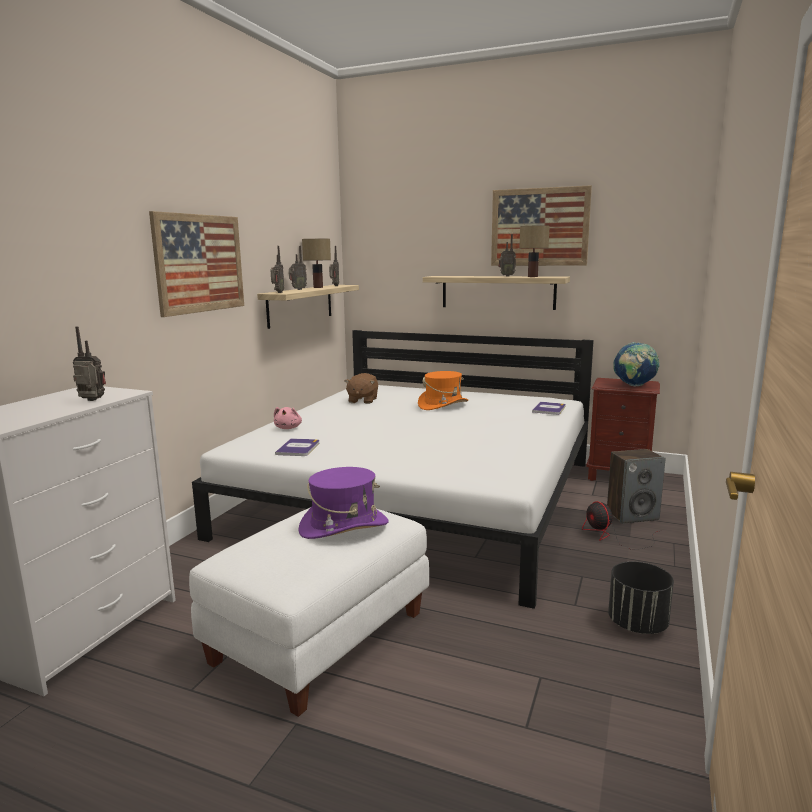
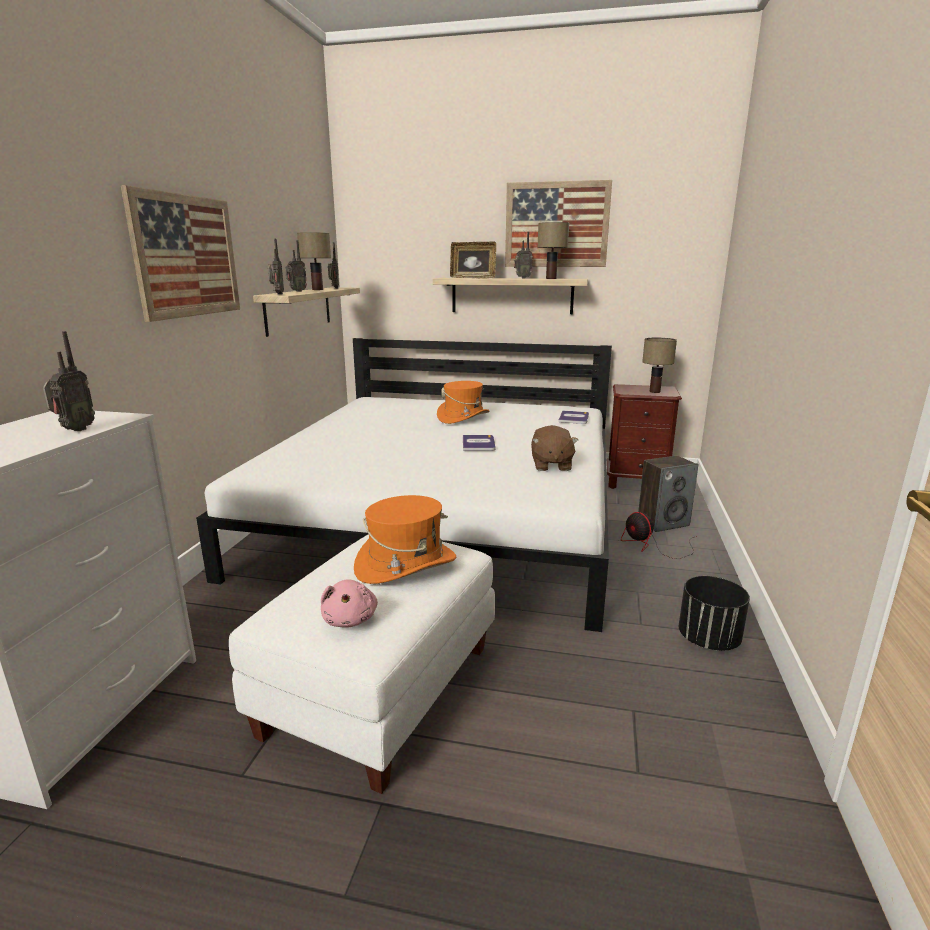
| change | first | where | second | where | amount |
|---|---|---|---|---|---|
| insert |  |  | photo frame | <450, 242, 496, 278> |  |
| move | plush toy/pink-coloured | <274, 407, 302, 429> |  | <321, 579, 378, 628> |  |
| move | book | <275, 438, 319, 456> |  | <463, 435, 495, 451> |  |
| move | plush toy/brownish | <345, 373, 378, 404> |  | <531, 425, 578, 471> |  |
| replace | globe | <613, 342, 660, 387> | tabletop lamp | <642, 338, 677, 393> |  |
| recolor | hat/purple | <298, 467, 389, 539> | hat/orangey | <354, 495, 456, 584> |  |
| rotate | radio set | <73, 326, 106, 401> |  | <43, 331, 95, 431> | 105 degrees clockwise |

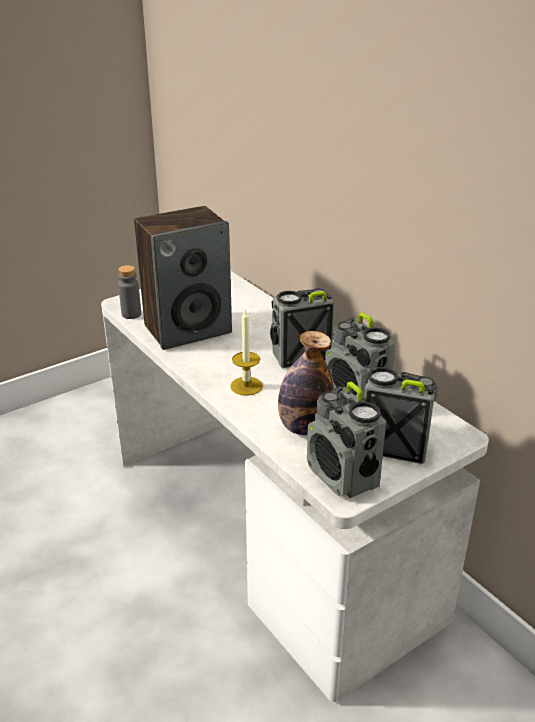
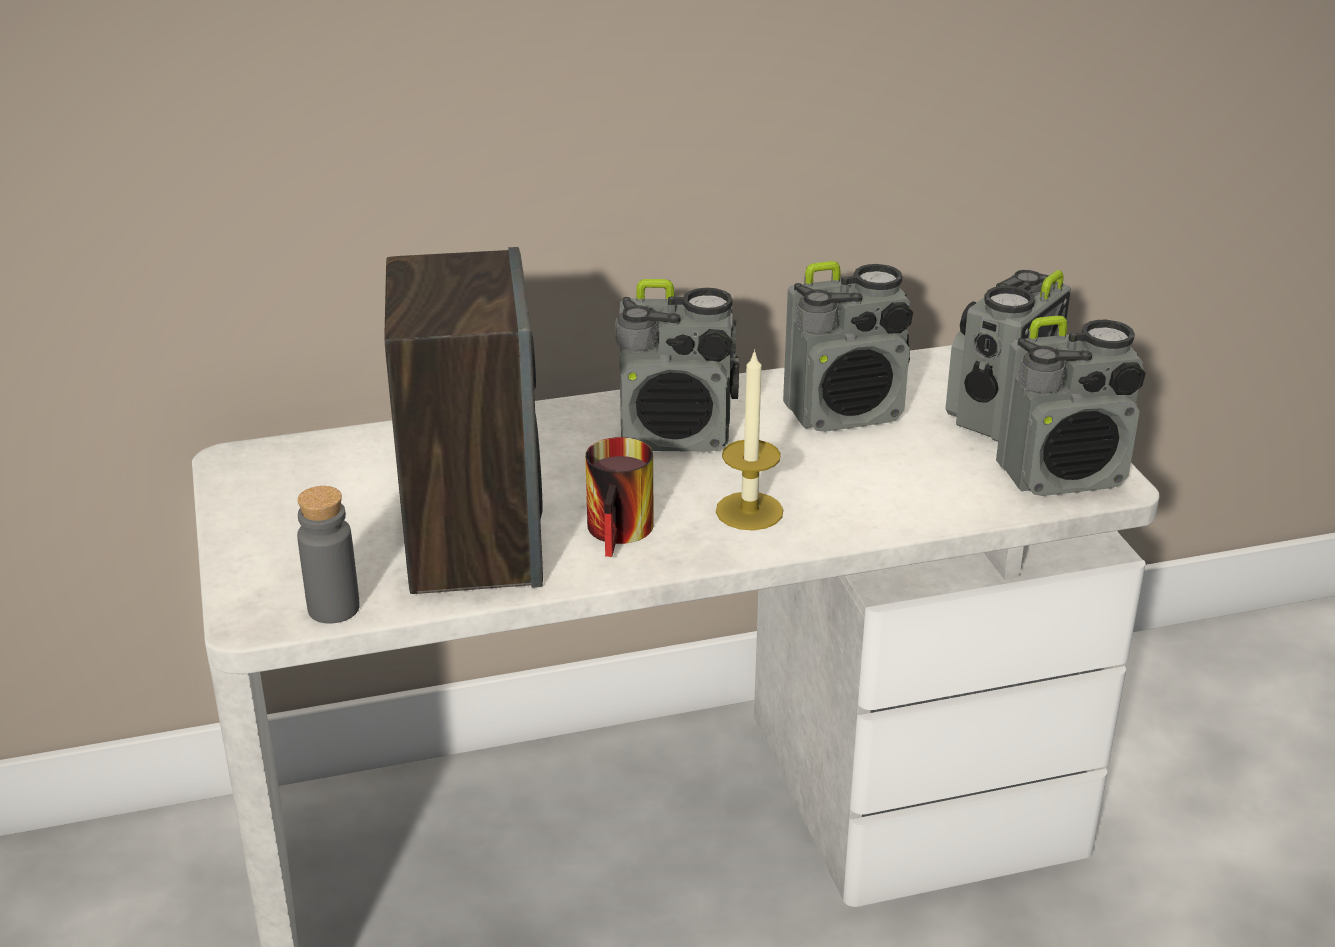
| change | first | where | second | where | amount |
|---|---|---|---|---|---|
| delete | beverage bottle | <278, 331, 334, 435> |  |  |  |
| insert |  |  | mug | <585, 437, 654, 557> |  |
| rotate | radio set | <270, 288, 335, 368> |  | <615, 279, 739, 452> | 90 degrees counterclockwise |

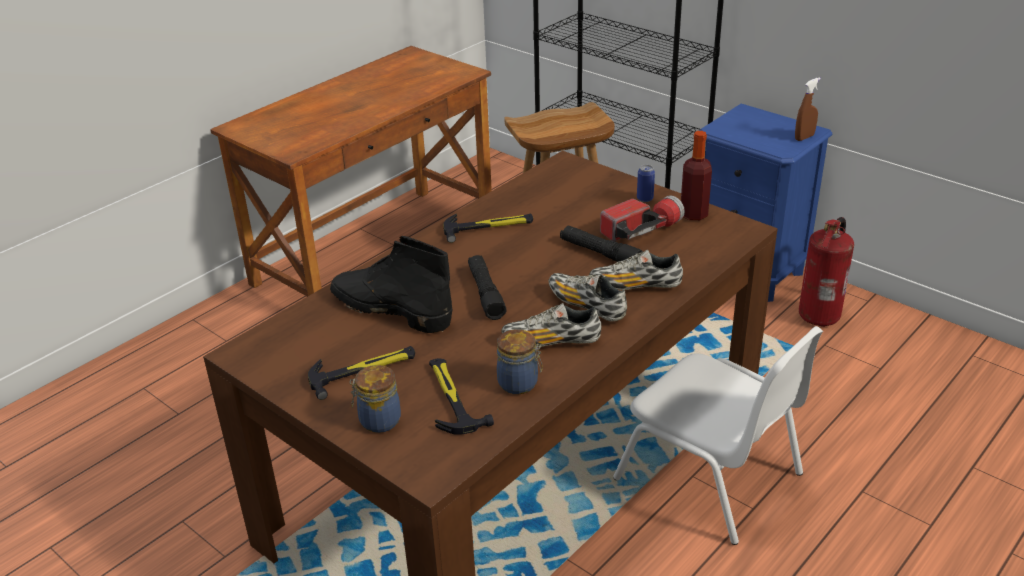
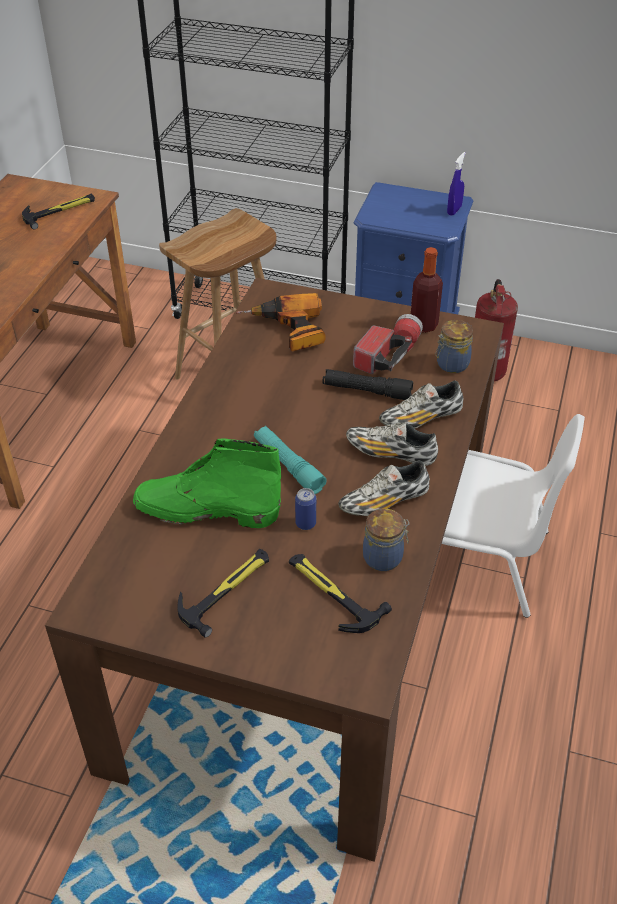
| change | first | where | second | where | amount |
|---|---|---|---|---|---|
| insert |  |  | power drill | <236, 293, 325, 351> |  |
| move | preserve jar | <350, 365, 401, 433> |  | <435, 320, 473, 373> |  |
| move | tool hammer | <443, 214, 533, 243> |  | <22, 194, 95, 230> |  |
| move | can | <637, 165, 655, 202> |  | <295, 488, 316, 530> |  |
| recolor | boot/blackish | <330, 236, 452, 333> | boot/green-coloured | <133, 439, 281, 528> |  |
| recolor | flashlight/blackish | <468, 255, 507, 320> | flashlight/blue-green | <254, 426, 327, 494> |  |
| recolor | sprayer/brownish | <795, 77, 821, 141> | sprayer/blue-coloured | <447, 152, 466, 216> |  |

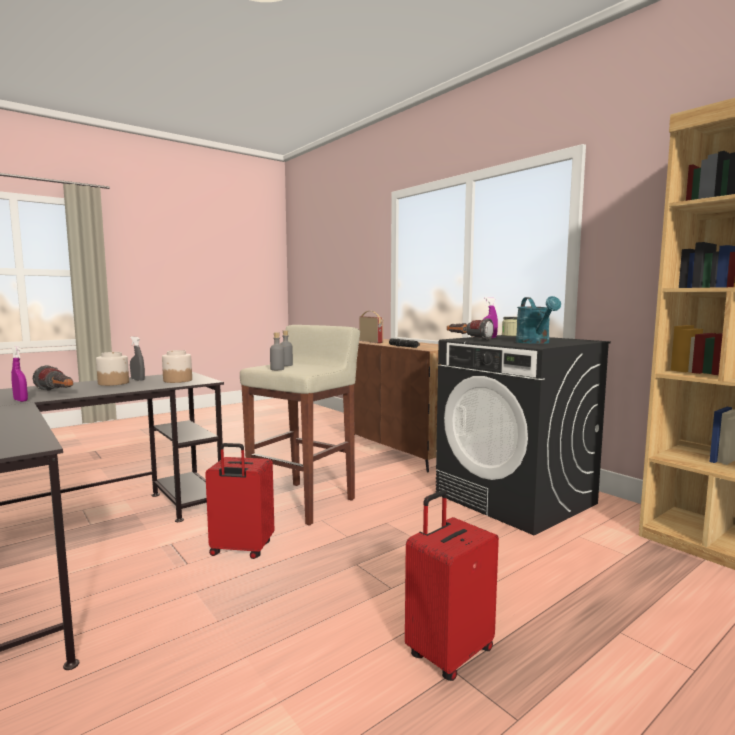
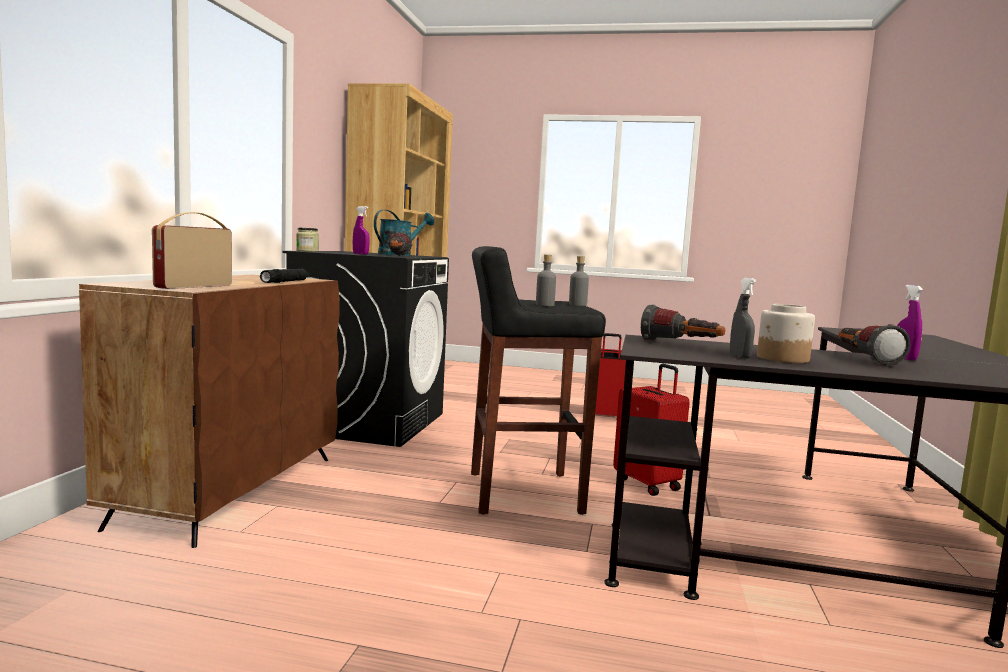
| change | first | where | second | where | amount |
|---|---|---|---|---|---|
| replace | preserve jar | <162, 350, 192, 383> | flashlight | <641, 304, 725, 341> |  |
| recolor | stool/sand-coloured | <240, 325, 360, 525> | stool/blackish | <471, 246, 606, 515> |  |

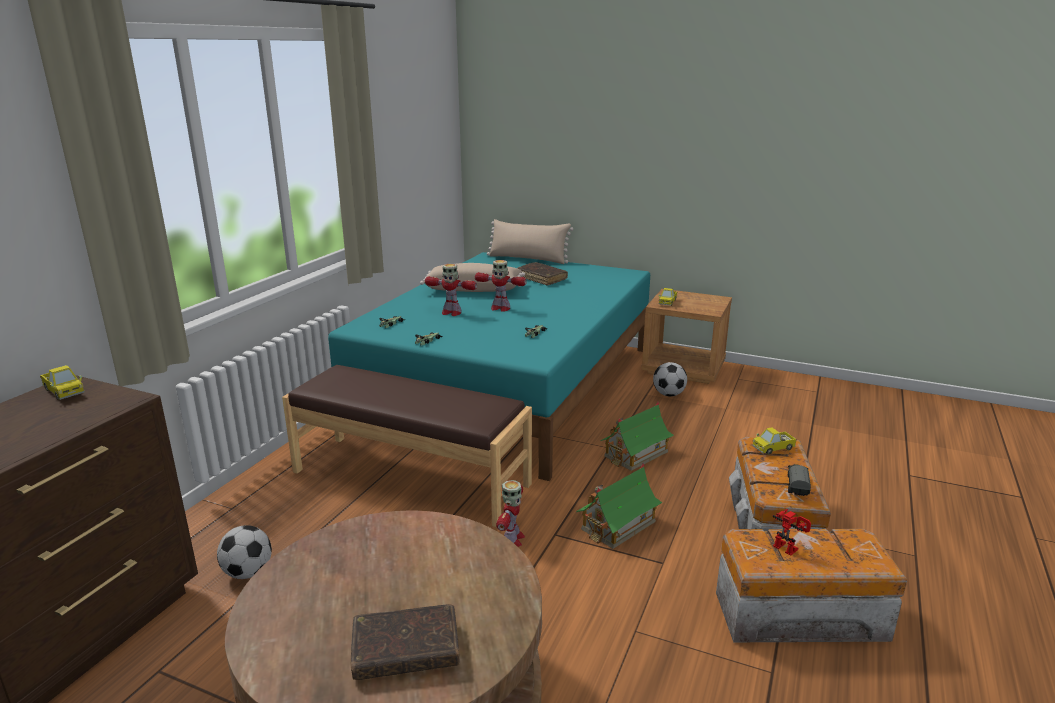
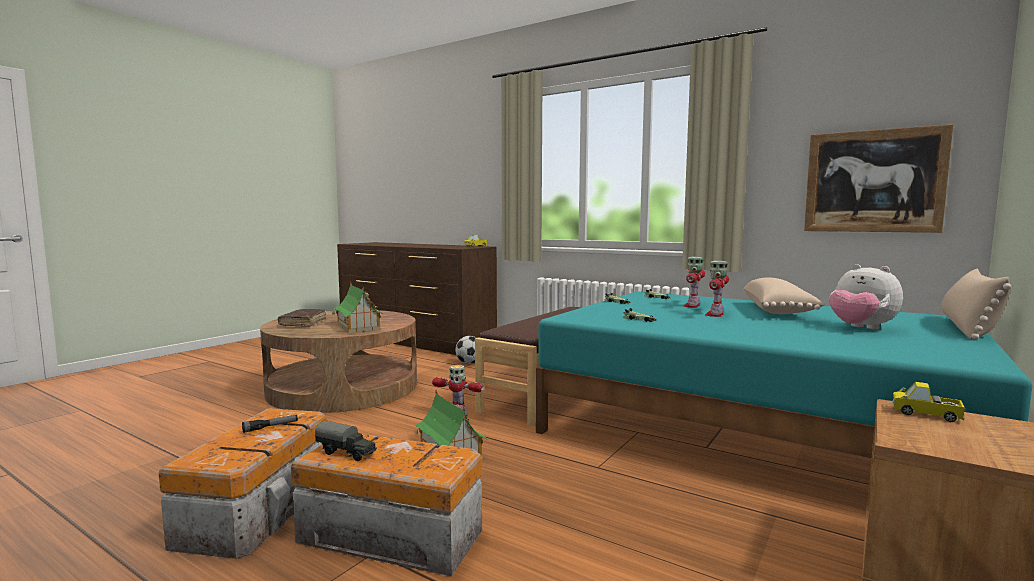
| change | first | where | second | where | amount |
|---|---|---|---|---|---|
| delete | football ball | <653, 362, 687, 396> |  |  |  |
| delete | model truck | <752, 427, 797, 455> |  |  |  |
| insert |  |  | wall picture | <804, 124, 953, 233> |  |
| move | model house | <600, 402, 674, 471> |  | <331, 281, 383, 333> |  |
| replace | book/brownish | <517, 262, 568, 286> | plush toy | <829, 264, 903, 330> |  |
| replace | robot figure | <772, 509, 811, 556> | flashlight | <242, 415, 298, 433> |  |

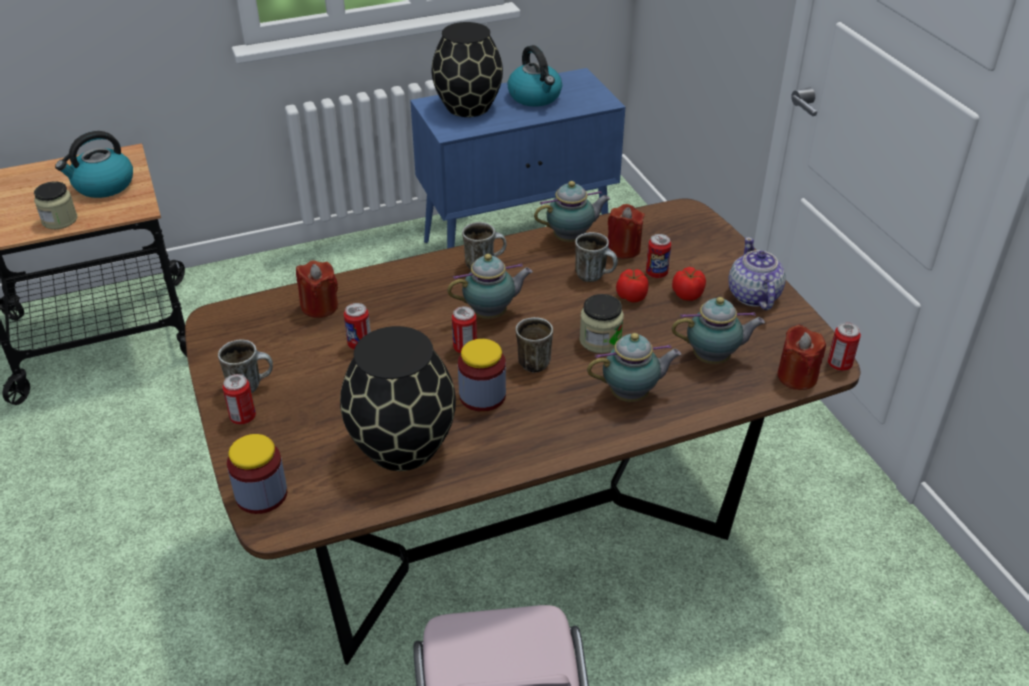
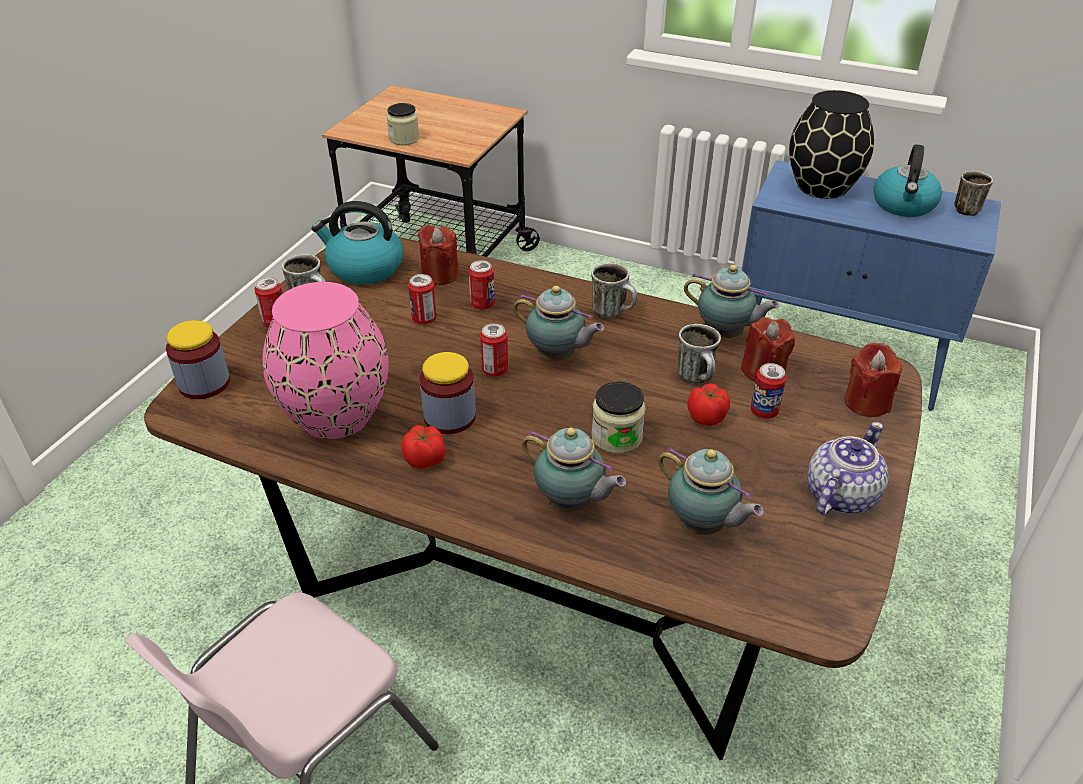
| change | first | where | second | where | amount |
|---|---|---|---|---|---|
| move | tea kettle | <55, 131, 133, 198> |  | <311, 201, 403, 284> |  |
| move | mug | <515, 317, 553, 372> |  | <954, 171, 993, 216> |  |
| move | tomato | <672, 267, 706, 301> |  | <401, 425, 446, 469> |  |
| move | wax candle/red | <777, 325, 826, 390> |  | <845, 343, 902, 417> |  |
| move | can | <828, 323, 861, 371> |  | <469, 260, 495, 310> |  |
| recolor | flower vase/blackish | <340, 326, 456, 471> | flower vase/pink-coloured | <263, 282, 389, 439> |  |

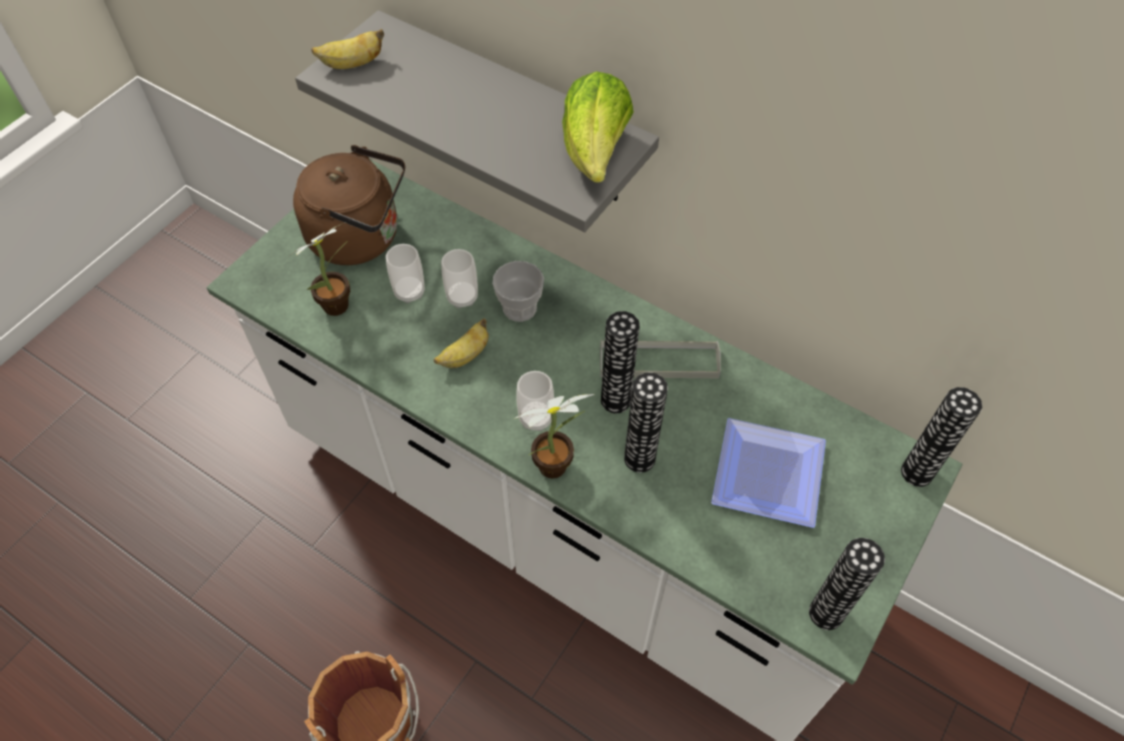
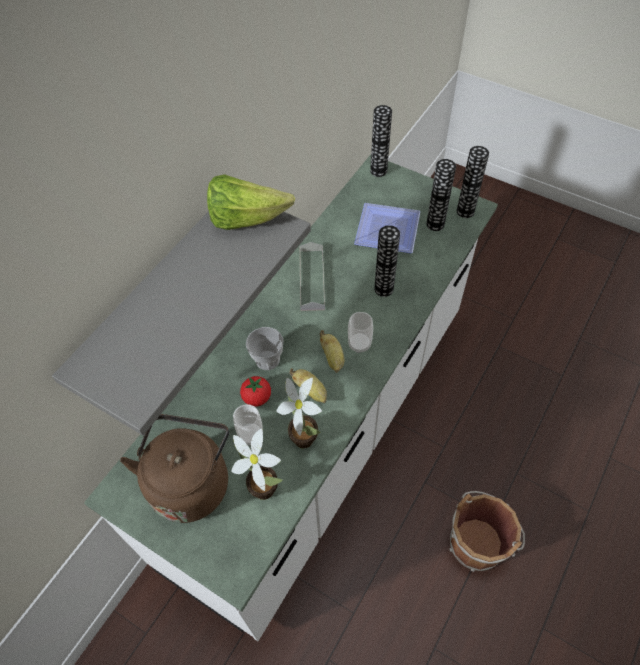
| change | first | where | second | where | amount |
|---|---|---|---|---|---|
| move | banana | <311, 29, 384, 69> |  | <320, 330, 344, 373> |  |
| move | potted plant | <514, 394, 595, 478> |  | <277, 378, 322, 448> |  |
| move | flower vase | <601, 311, 640, 413> |  | <426, 159, 456, 231> |  |
| replace | drinking cup | <441, 249, 478, 309> | tomato | <240, 376, 271, 407> |  |

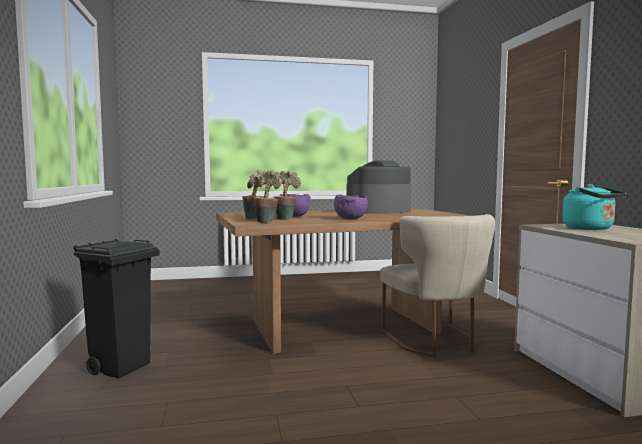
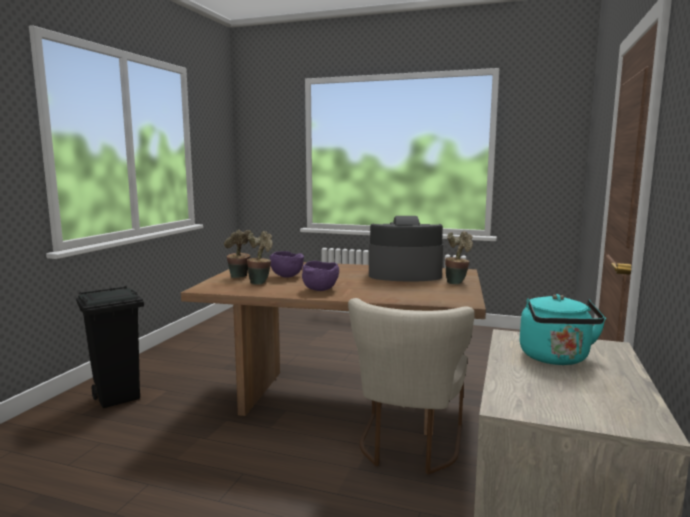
| change | first | where | second | where | amount |
|---|---|---|---|---|---|
| move | potted plant | <253, 170, 282, 223> |  | <445, 231, 473, 284> |  |

